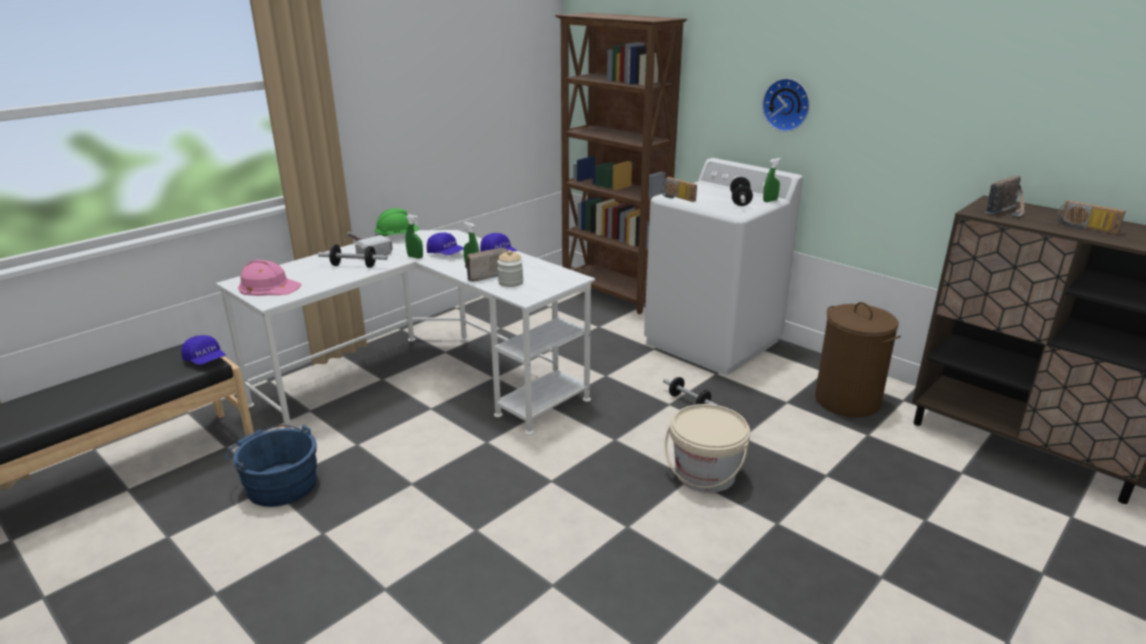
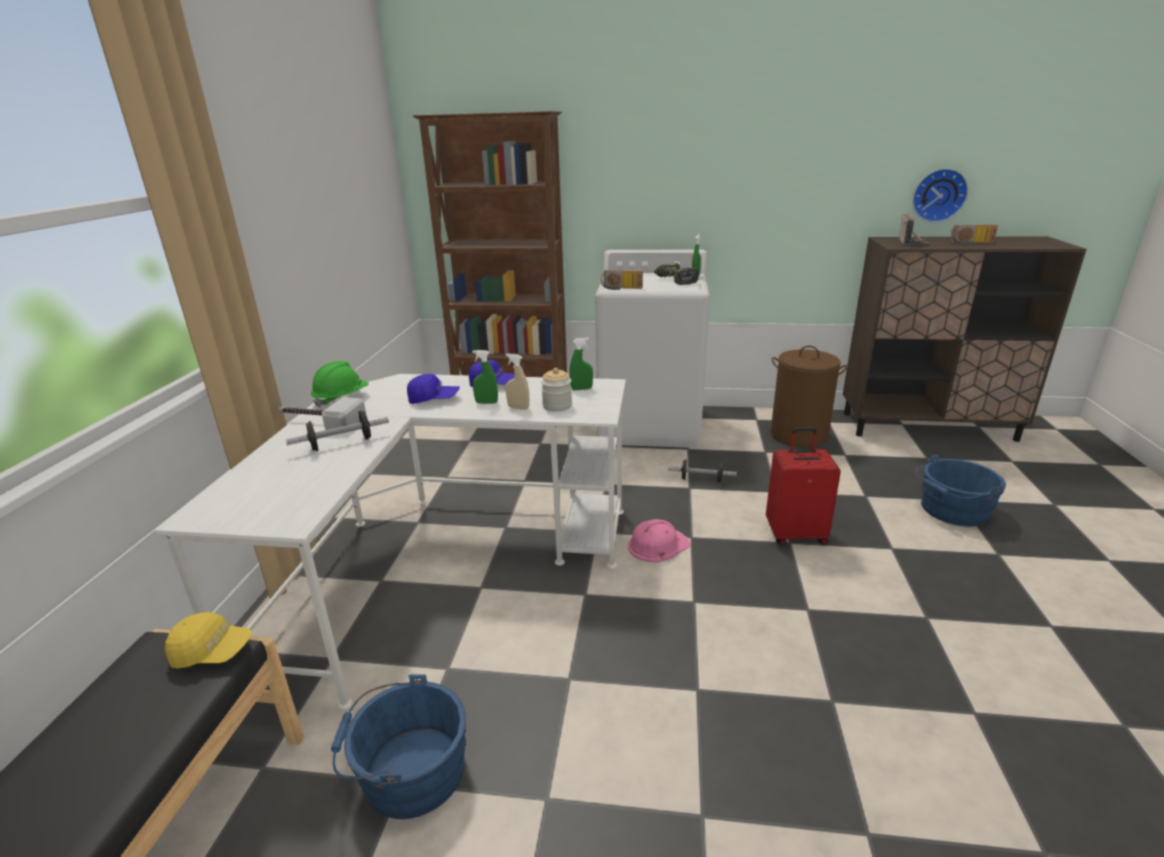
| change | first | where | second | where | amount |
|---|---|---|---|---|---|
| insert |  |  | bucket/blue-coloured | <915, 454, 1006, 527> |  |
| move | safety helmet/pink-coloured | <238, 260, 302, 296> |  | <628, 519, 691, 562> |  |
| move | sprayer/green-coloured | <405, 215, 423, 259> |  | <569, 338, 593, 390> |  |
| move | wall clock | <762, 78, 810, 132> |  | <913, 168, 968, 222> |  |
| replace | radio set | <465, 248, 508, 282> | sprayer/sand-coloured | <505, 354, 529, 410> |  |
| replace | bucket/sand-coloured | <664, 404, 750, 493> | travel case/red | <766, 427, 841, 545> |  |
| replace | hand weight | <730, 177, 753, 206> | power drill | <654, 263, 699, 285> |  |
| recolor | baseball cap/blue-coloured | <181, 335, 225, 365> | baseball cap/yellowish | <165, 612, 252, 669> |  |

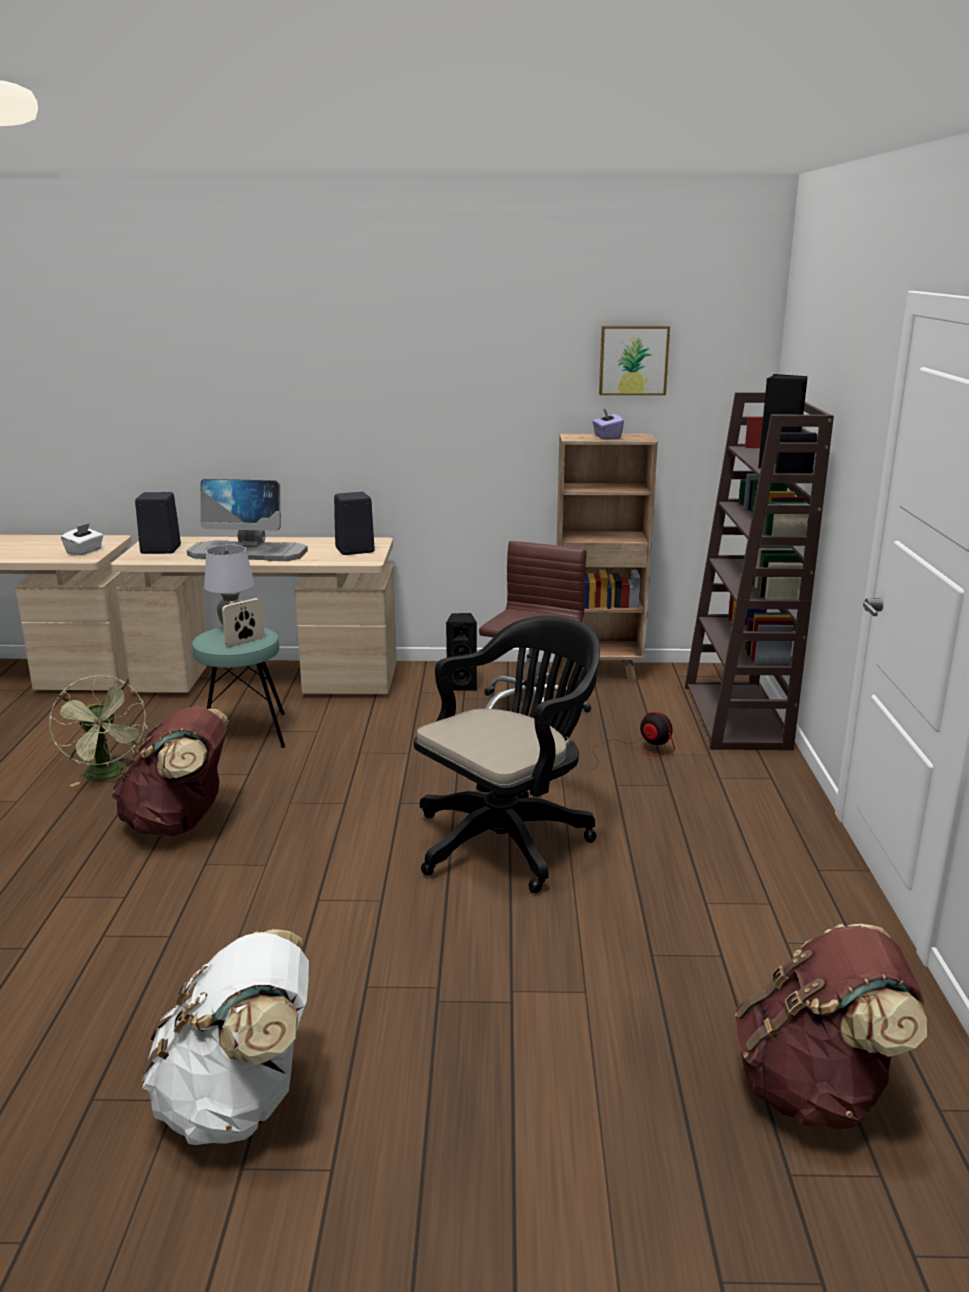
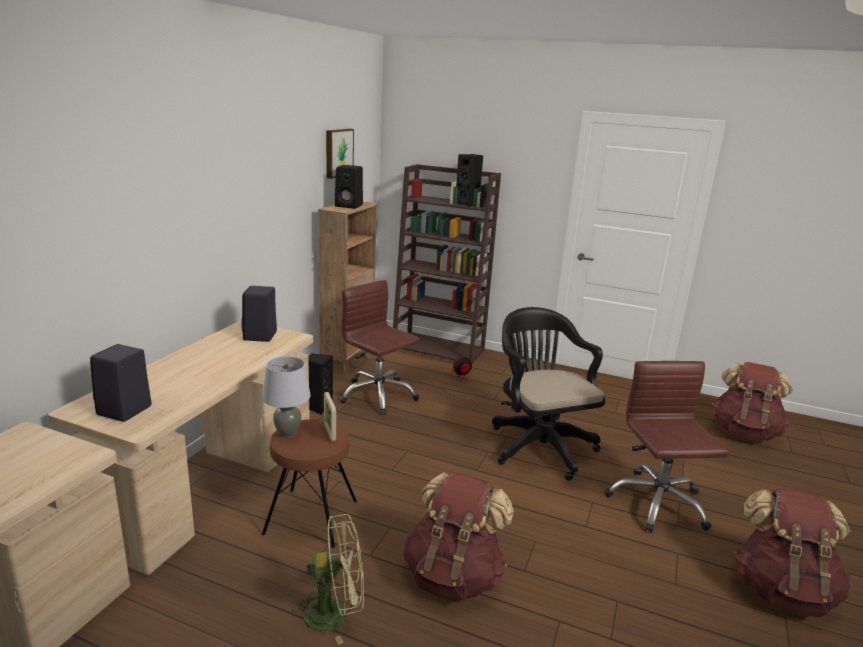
| change | first | where | second | where | amount |
|---|---|---|---|---|---|
| delete | box of tissues/white | <61, 523, 103, 556> |  |  |  |
| delete | monitor | <187, 479, 308, 561> |  |  |  |
| insert |  |  | office chair/brownish | <605, 361, 729, 533> |  |
| replace | box of tissues/purple | <592, 408, 624, 440> | audio speaker/blackish | <335, 165, 363, 209> |  |
| recolor | backpack/white | <142, 929, 309, 1145> | backpack/brownish | <734, 489, 852, 617> |  |
| recolor | stool/blue-green | <192, 627, 285, 748> | stool/brownish | <262, 419, 357, 548> |  |

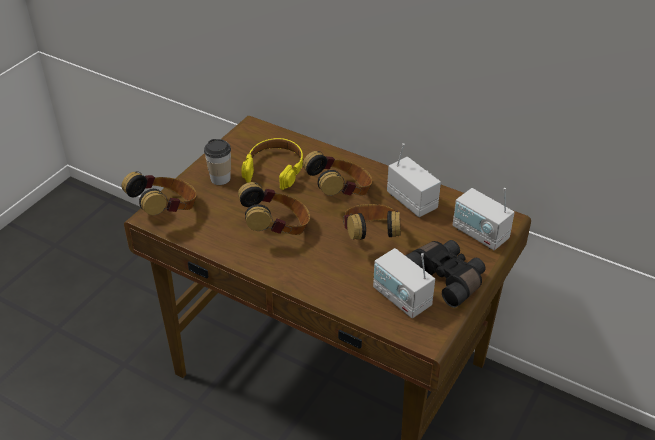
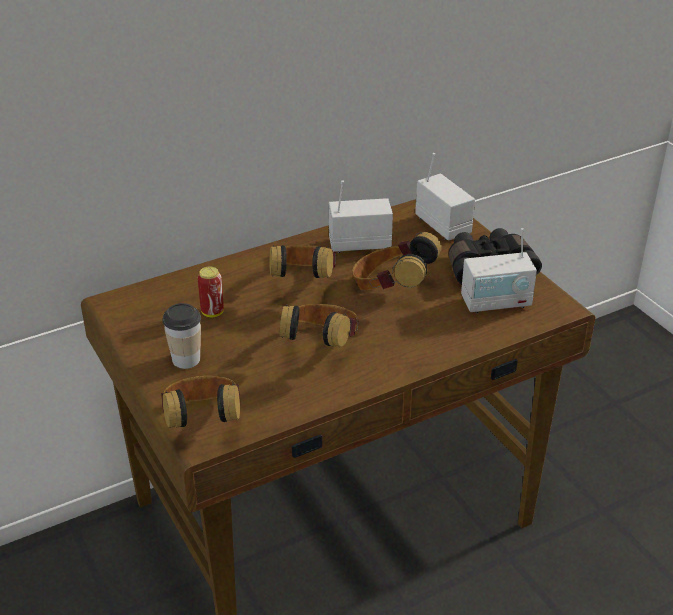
| change | first | where | second | where | amount |
|---|---|---|---|---|---|
| replace | headset/yellowish | <241, 138, 303, 190> | can | <198, 266, 224, 317> |  |
| rotate | radio set | <453, 188, 515, 250> |  | <415, 153, 475, 241> | 105 degrees counterclockwise |

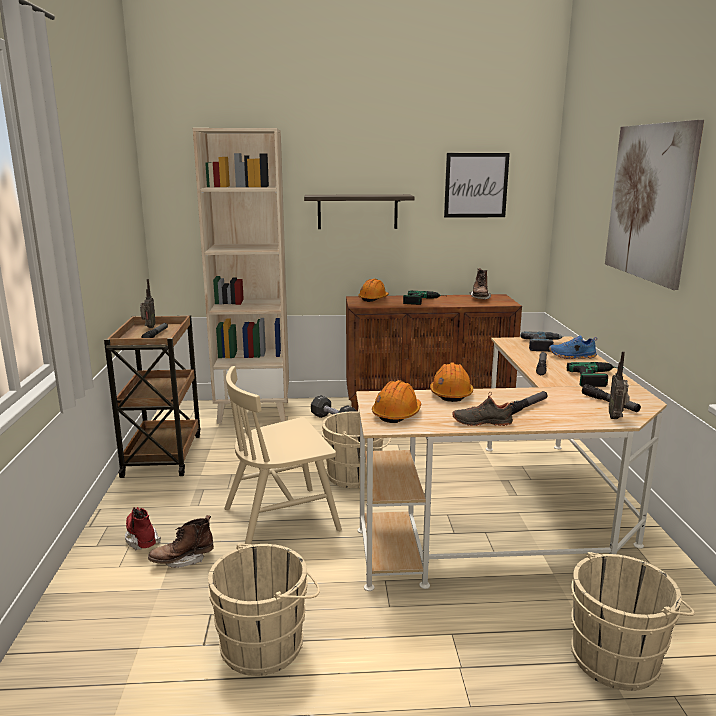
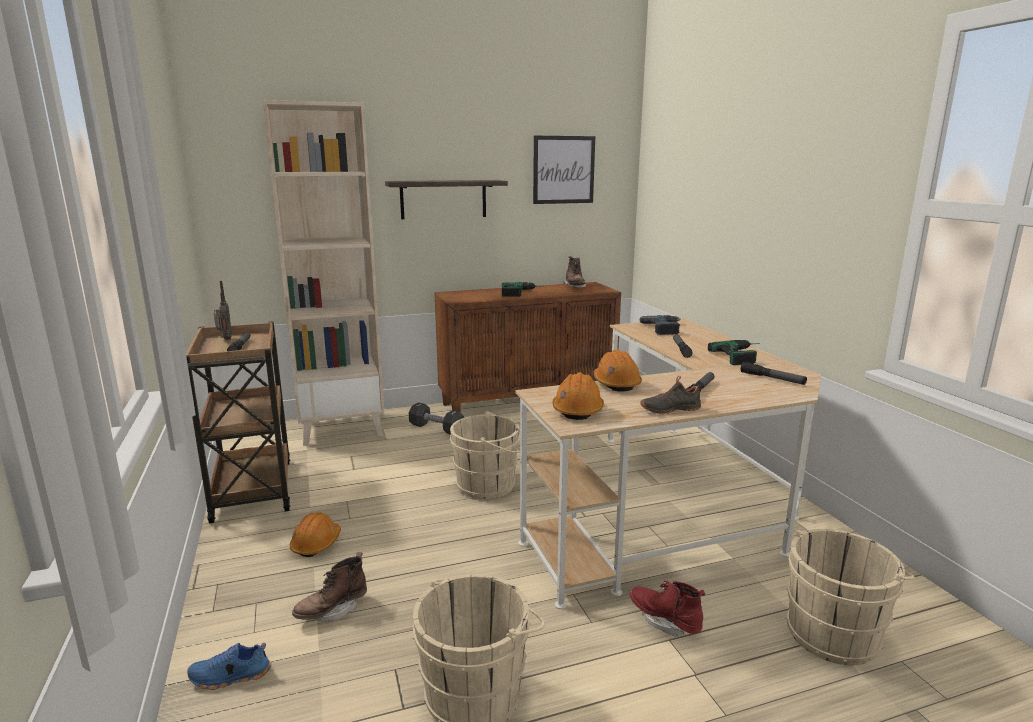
| change | first | where | second | where | amount |
|---|---|---|---|---|---|
| delete | upright chair/sand-coloured | <224, 366, 342, 544> |  |  |  |
| delete | wall picture | <605, 120, 704, 290> |  |  |  |
| delete | radio set | <609, 351, 630, 419> |  |  |  |
| move | boot/red | <125, 507, 161, 550> |  | <629, 580, 705, 638> |  |
| move | safety helmet/orangey | <358, 279, 389, 302> |  | <290, 512, 341, 557> |  |
| move | item of footwear/blue-coloured | <549, 335, 597, 359> |  | <187, 643, 271, 690> |  |

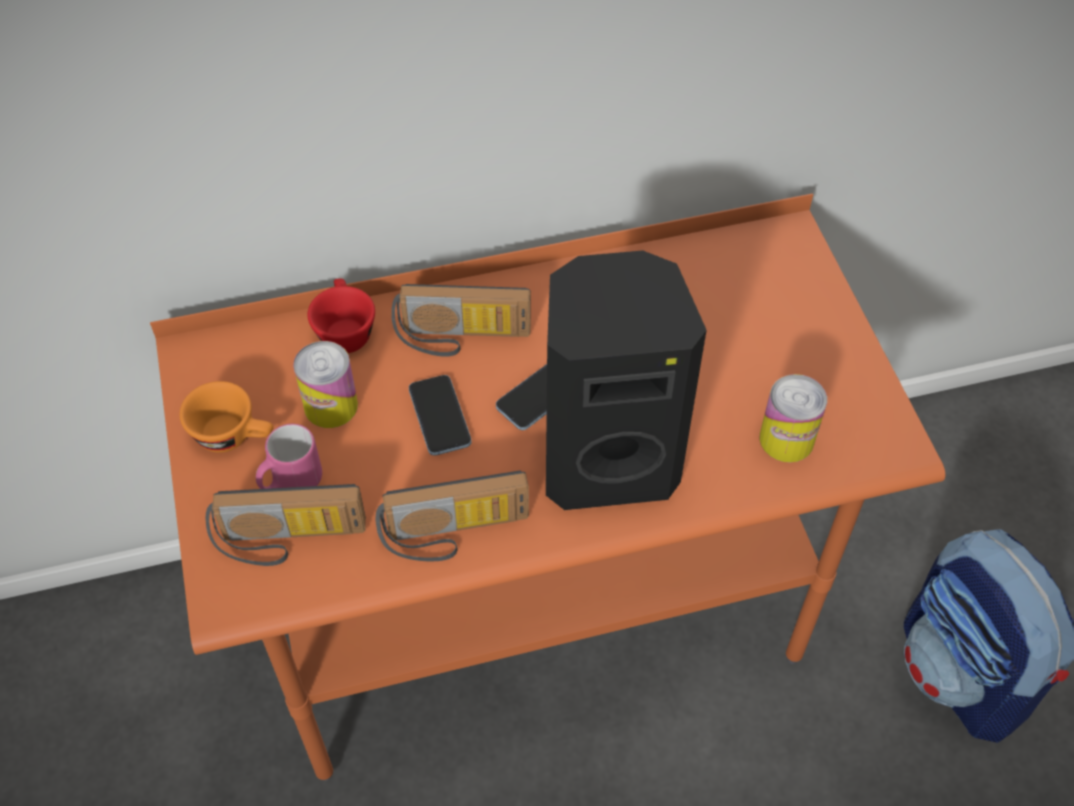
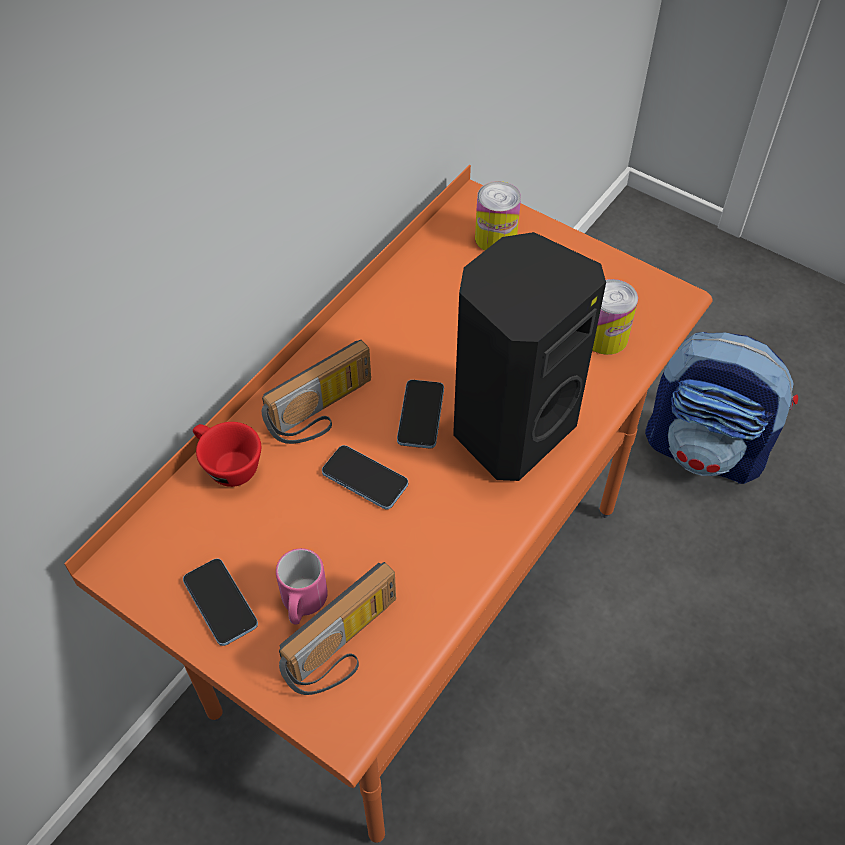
| change | first | where | second | where | amount |
|---|---|---|---|---|---|
| delete | radio set | <376, 471, 529, 562> |  |  |  |
| move | can | <293, 341, 358, 428> |  | <475, 181, 521, 251> |  |
| replace | drinking cup/orangey | <180, 381, 273, 453> | telephone | <183, 558, 258, 646> |  |

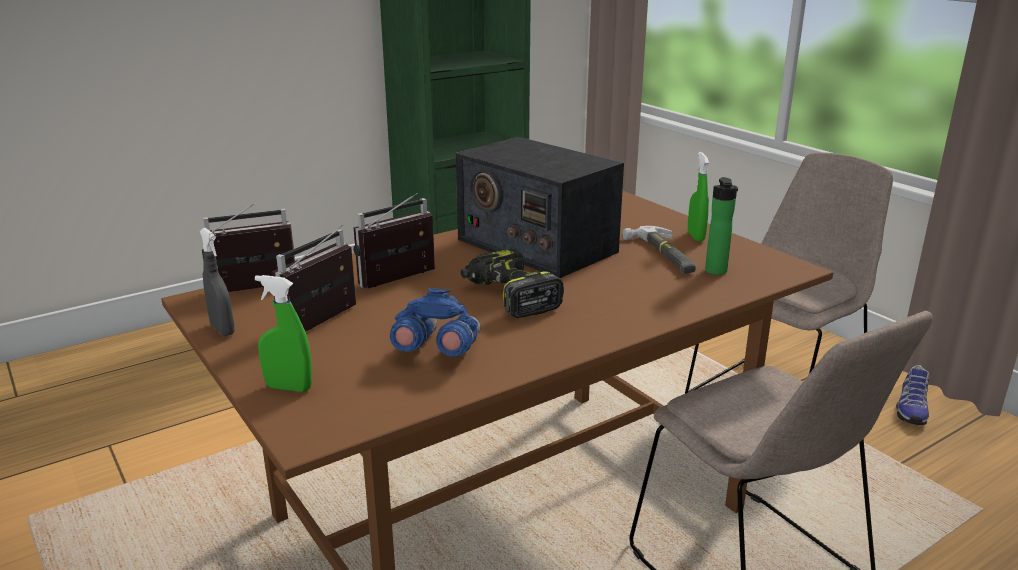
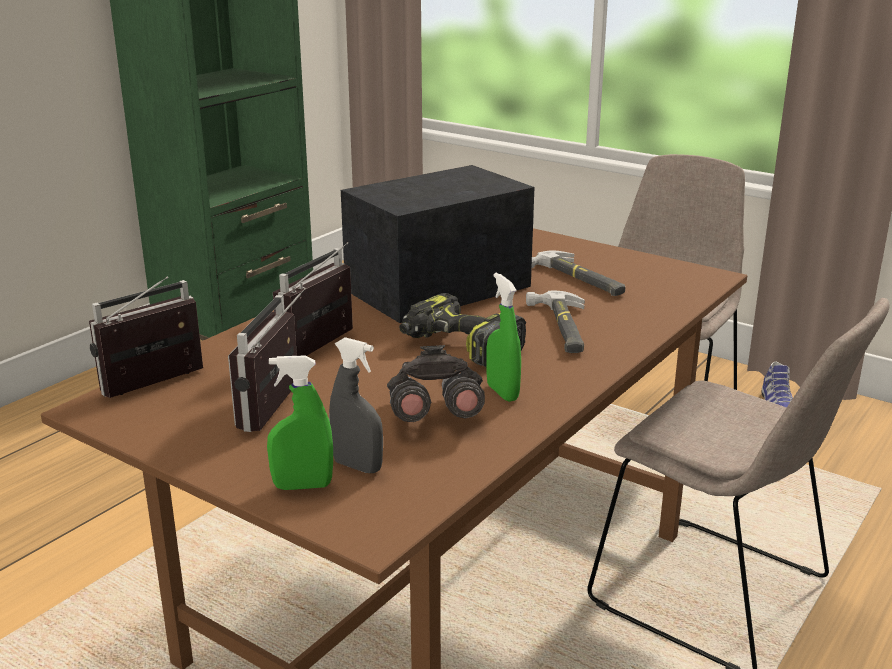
| change | first | where | second | where | amount |
|---|---|---|---|---|---|
| delete | beverage bottle | <705, 177, 738, 275> |  |  |  |
| insert |  |  | tool hammer | <526, 291, 585, 353> |  |
| move | sprayer/grey | <200, 228, 235, 336> |  | <329, 337, 383, 473> |  |
| move | sprayer/green-coloured | <688, 152, 709, 241> |  | <486, 273, 521, 402> |  |
| recolor | field glasses/blue-coloured | <390, 288, 480, 357> | field glasses/grey | <387, 345, 485, 422> |  |
| rotate | radio set | <456, 137, 624, 278> |  | <341, 165, 534, 323> | 120 degrees clockwise |

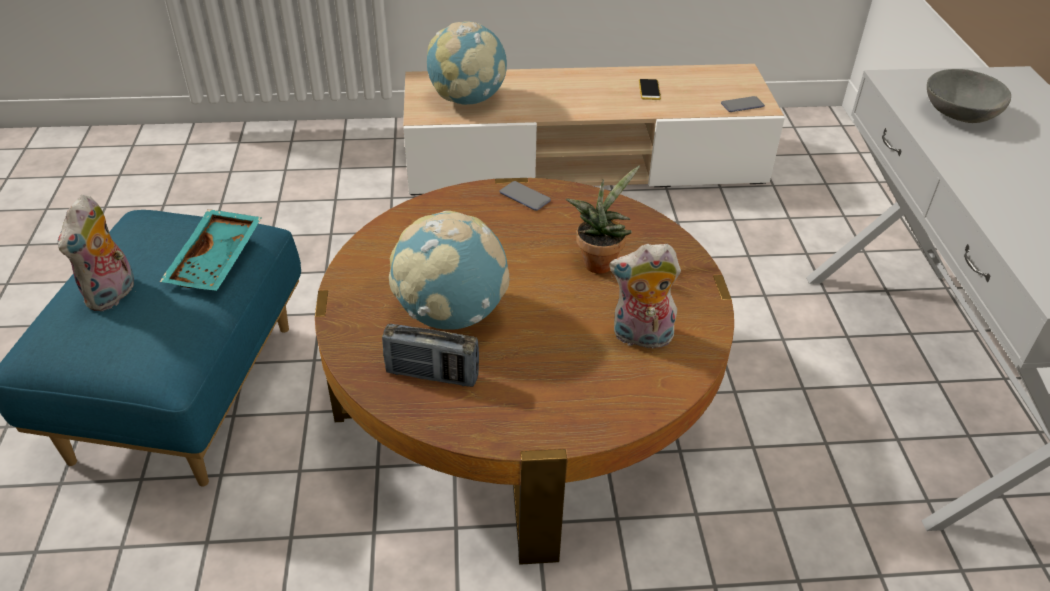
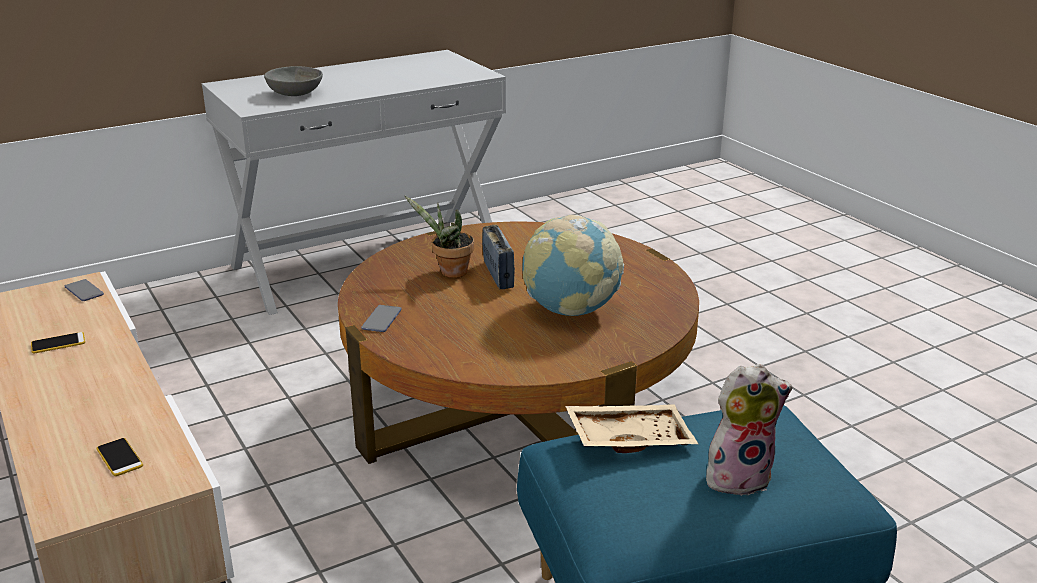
| change | first | where | second | where | amount |
|---|---|---|---|---|---|
| delete | plush toy | <609, 244, 681, 348> |  |  |  |
| move | radio set | <382, 324, 479, 387> |  | <482, 225, 515, 289> |  |
| replace | globe | <427, 21, 507, 105> | telephone | <96, 438, 143, 476> |  |
| recolor | carrying tray/blue-green | <160, 209, 262, 291> | carrying tray/sand-coloured | <565, 404, 698, 453> |  |

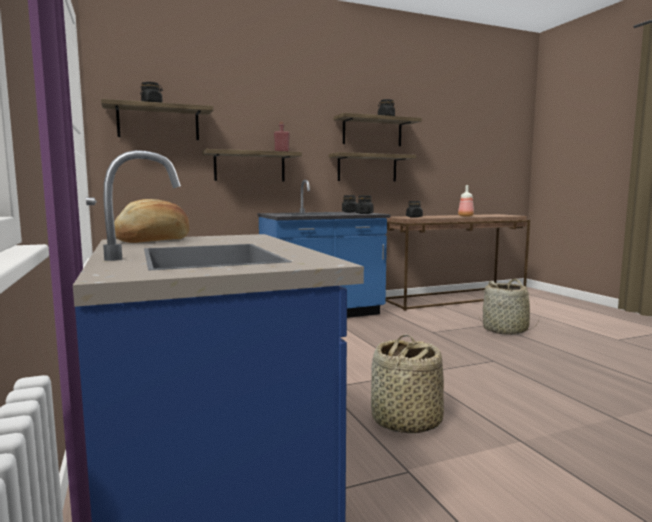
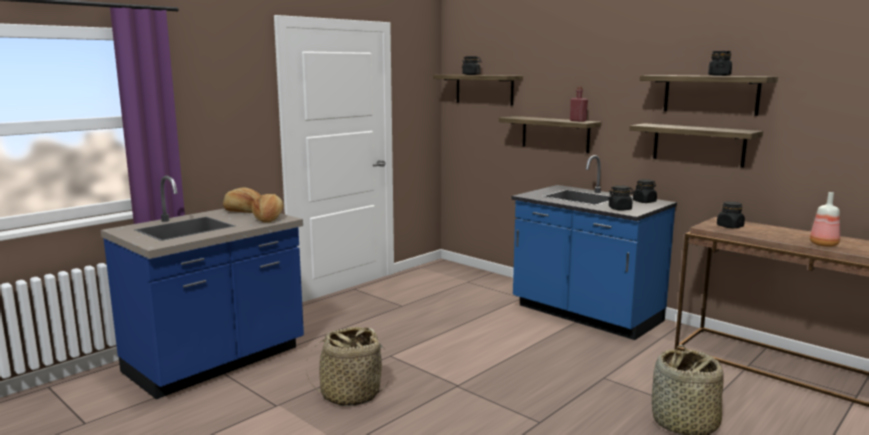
| change | first | where | second | where | amount |
|---|---|---|---|---|---|
| insert |  |  | bread | <252, 194, 283, 223> |  |

